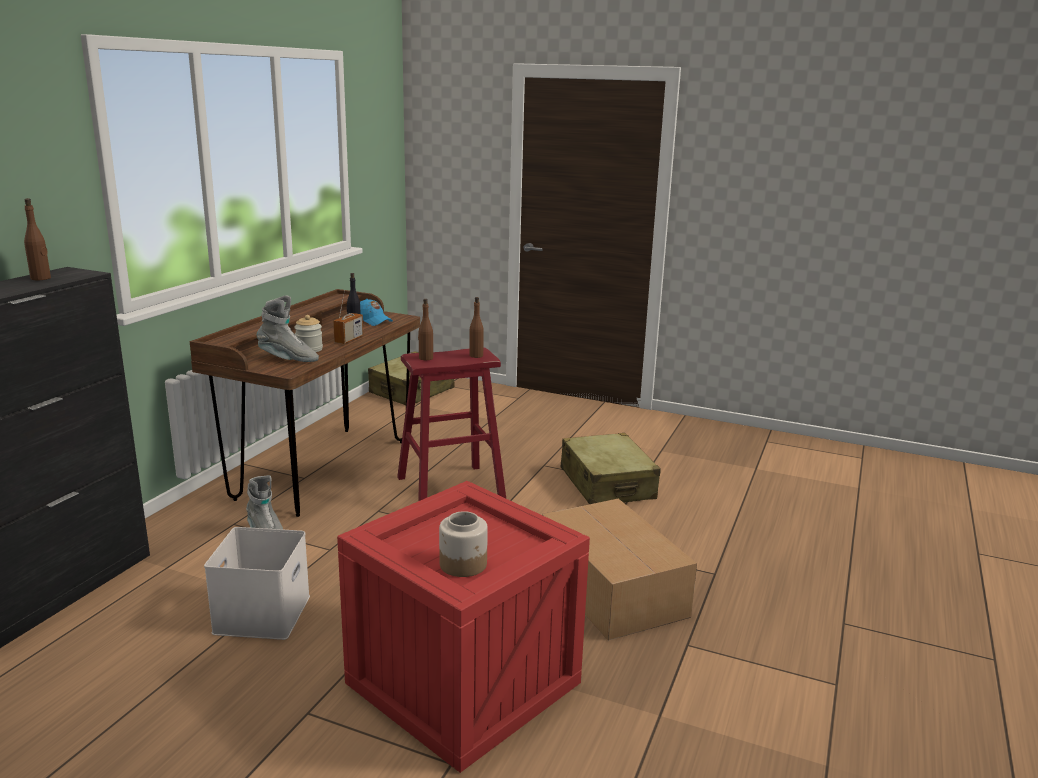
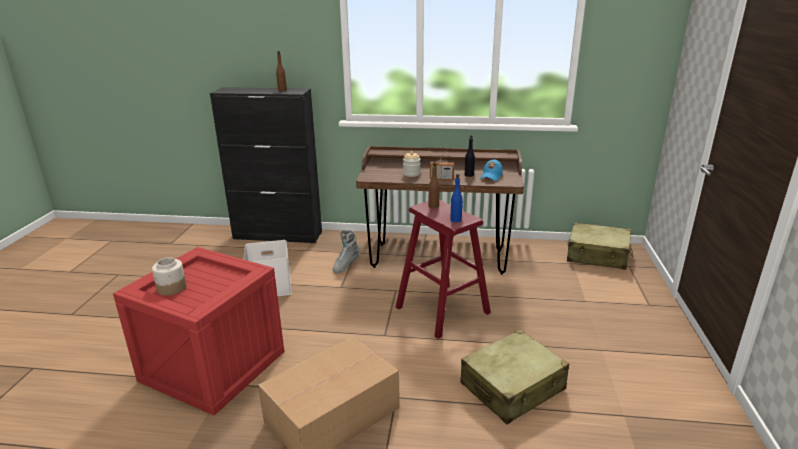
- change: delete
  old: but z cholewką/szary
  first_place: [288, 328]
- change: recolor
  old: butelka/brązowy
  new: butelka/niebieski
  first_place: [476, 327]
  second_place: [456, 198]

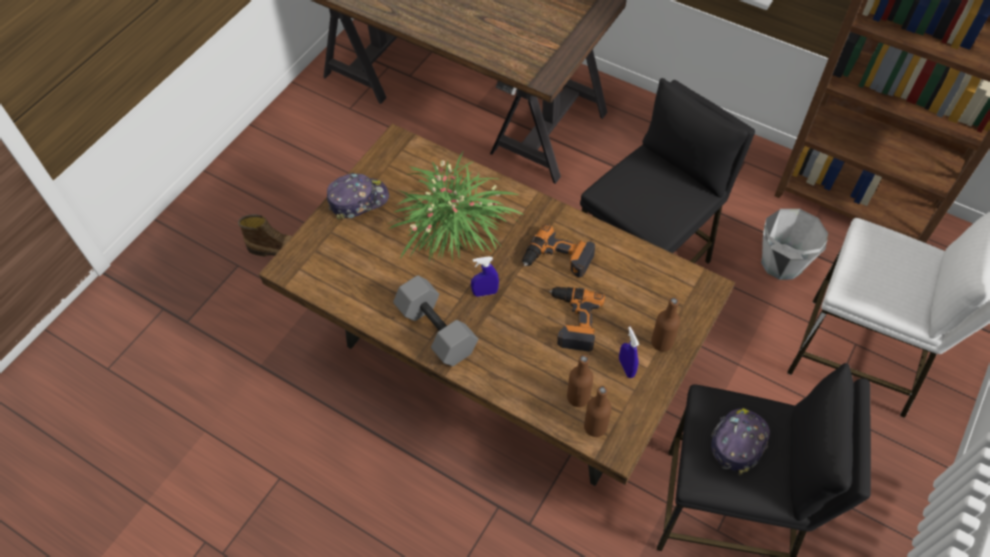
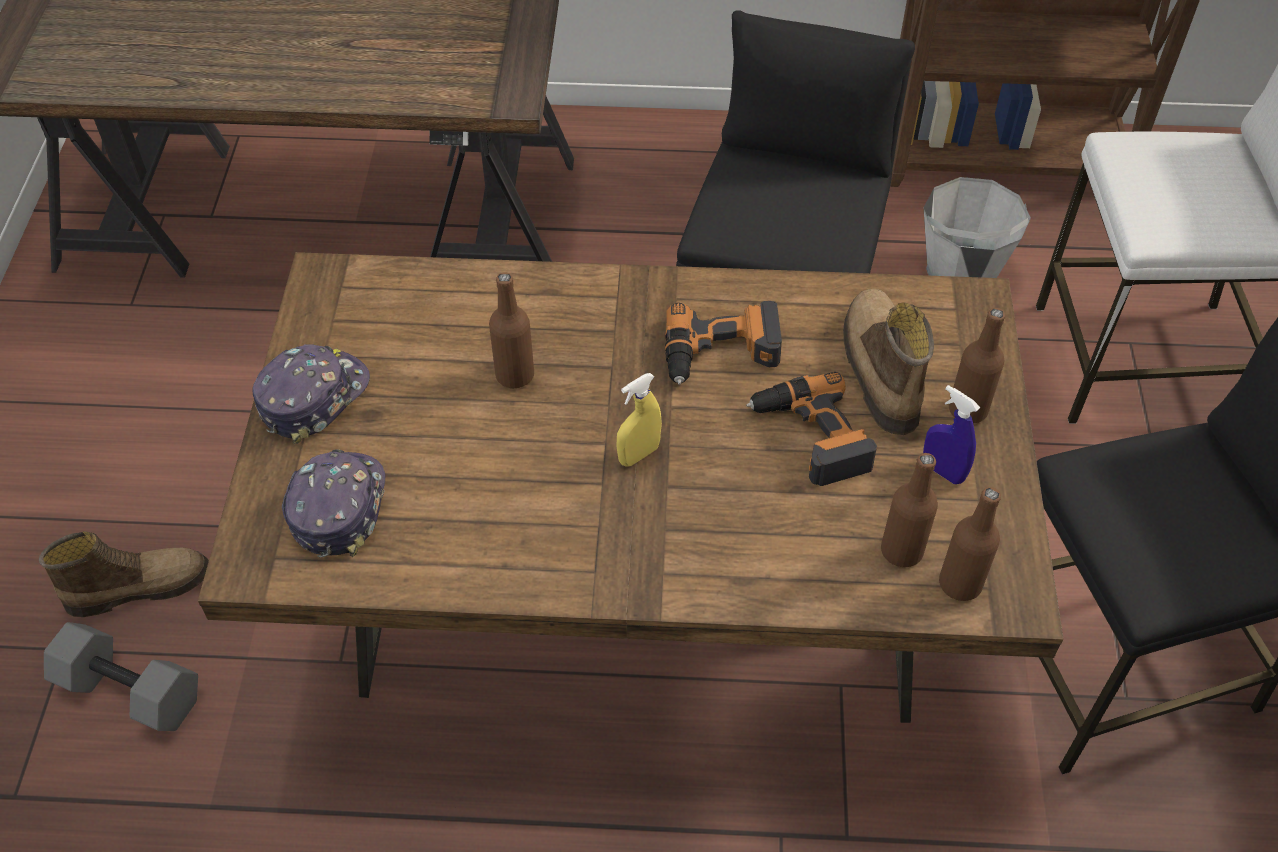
- change: insert
  new: but z cholewką
  second_place: [888, 362]
- change: move
  old: hantel/szary
  first_place: [435, 320]
  second_place: [121, 676]
- change: move
  old: czapka z daszkiem
  first_place: [740, 441]
  second_place: [333, 503]
- change: replace
  old: roślina doniczkowa
  new: butelka/brązowy
  first_place: [456, 208]
  second_place: [511, 330]
- change: recolor
  old: spryskiwacz/niebieski
  new: spryskiwacz/żółty
  first_place: [485, 276]
  second_place: [639, 420]

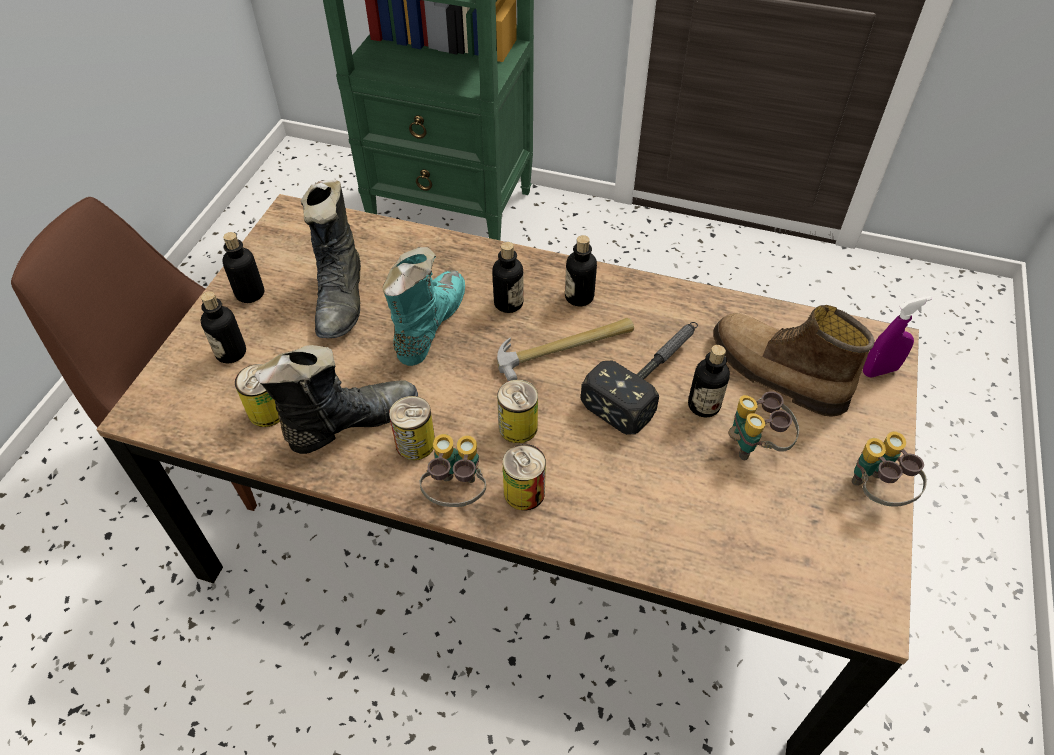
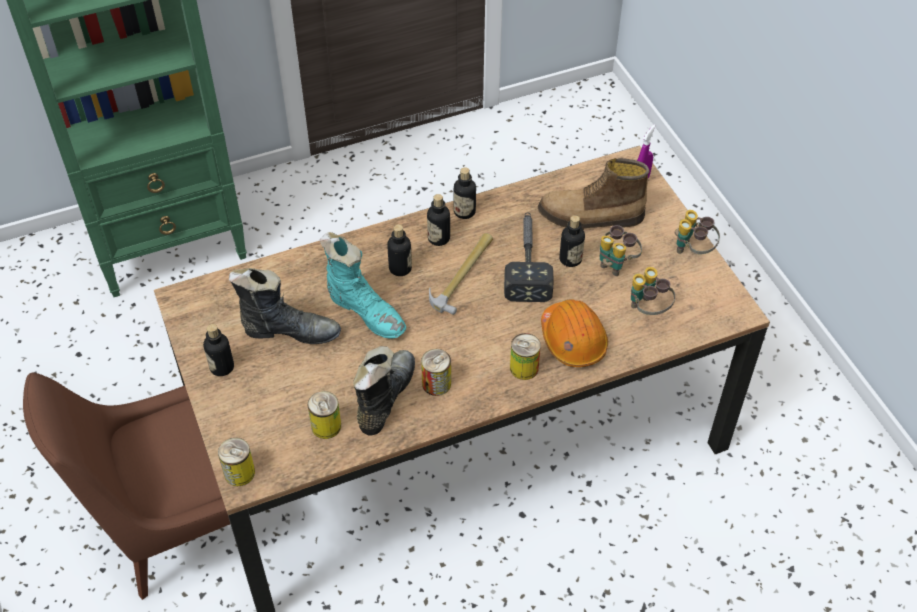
- change: insert
  new: kask/pomarańczowy
  second_place: [574, 333]
- change: move
  old: butelka
  first_place: [223, 327]
  second_place: [465, 193]
- change: move
  old: lornetka
  first_place: [453, 470]
  second_place: [653, 291]
- change: move
  old: puszka
  first_place: [517, 411]
  second_place: [236, 462]
- change: rotate
  old: but z cholewką/czarny
  first_place: [331, 259]
  second_place: [285, 306]
  degrees: -45
- change: rotate
  old: but z cholewką/turkusowy
  first_place: [424, 306]
  second_place: [363, 285]
  degrees: 150

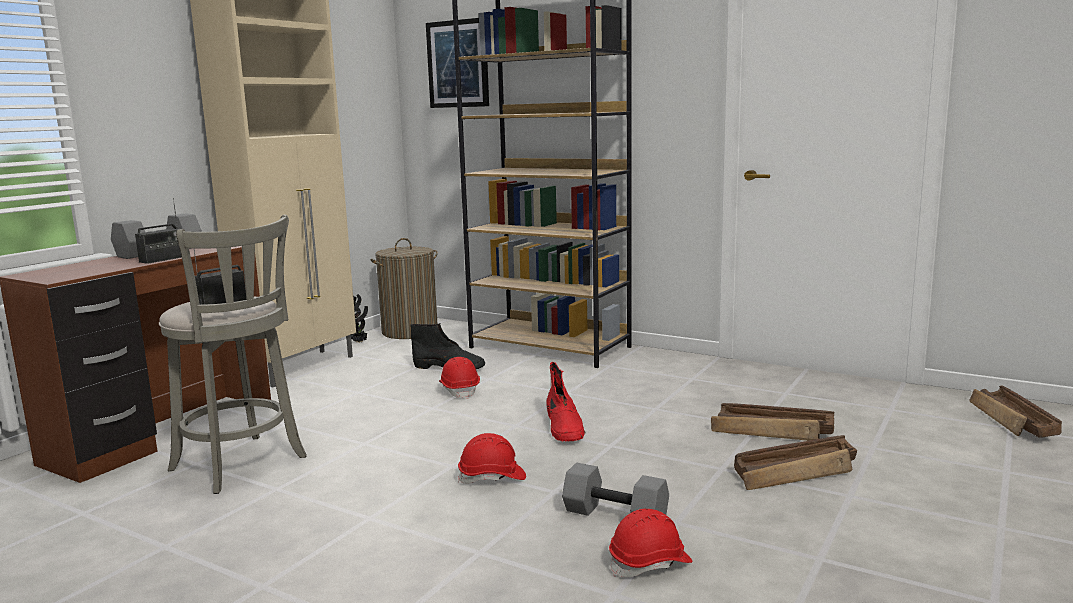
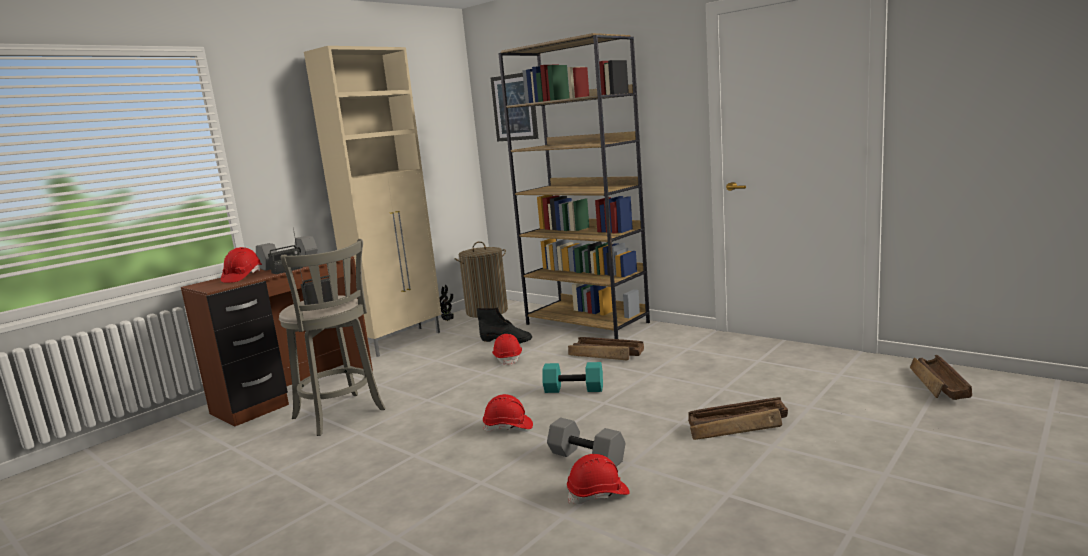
- change: insert
  new: kask/czerwony
  second_place: [241, 265]
- change: move
  old: skrzynka
  first_place: [772, 422]
  second_place: [606, 349]
- change: replace
  old: but z cholewką/czerwony
  new: hantel/turkusowy
  first_place: [565, 402]
  second_place: [573, 377]

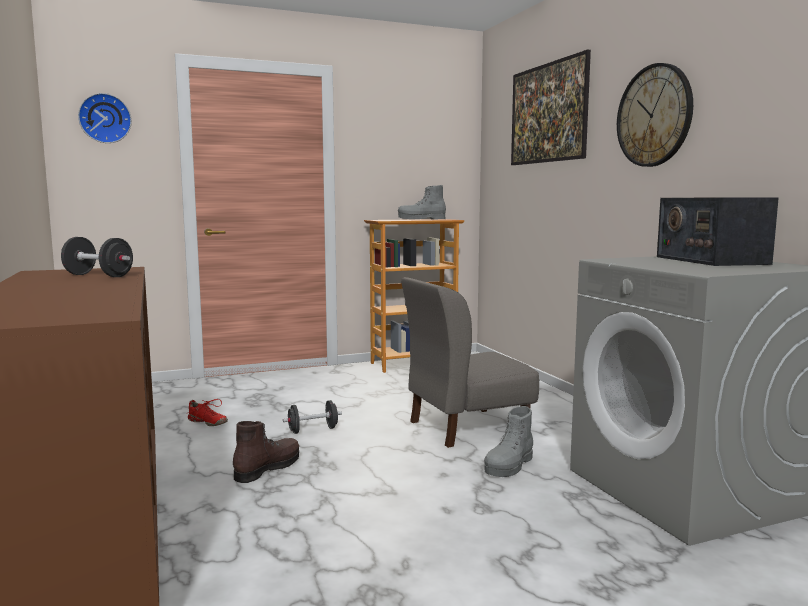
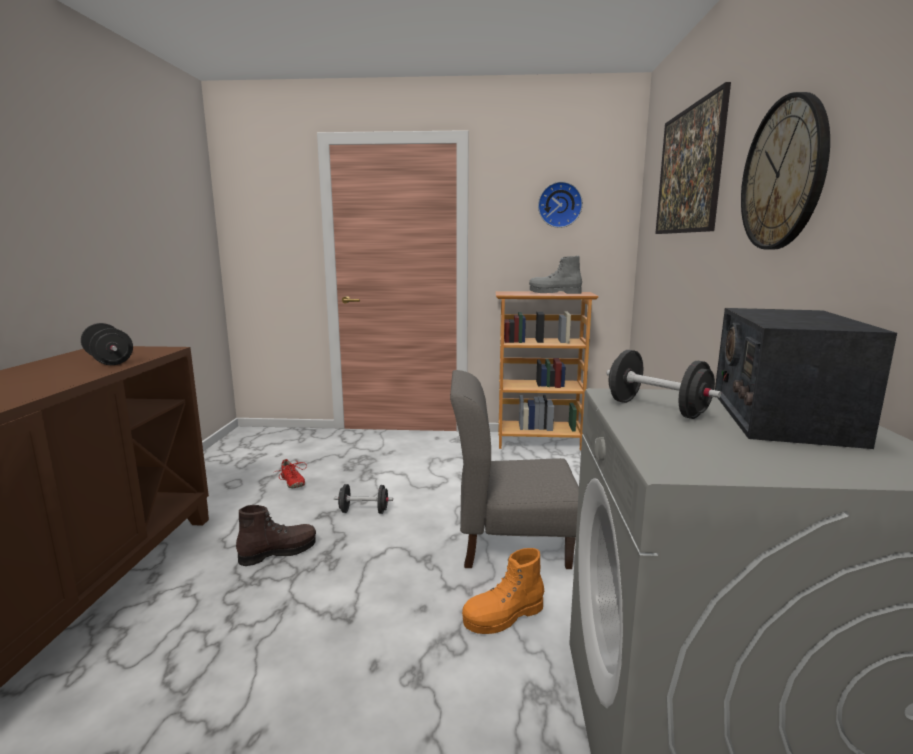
- change: insert
  new: hantel/czarny
  second_place: [663, 384]
- change: move
  old: zegar ścienny
  first_place: [105, 118]
  second_place: [560, 204]
- change: recolor
  old: but z cholewką/szary
  new: but z cholewką/pomarańczowy
  first_place: [508, 441]
  second_place: [503, 591]

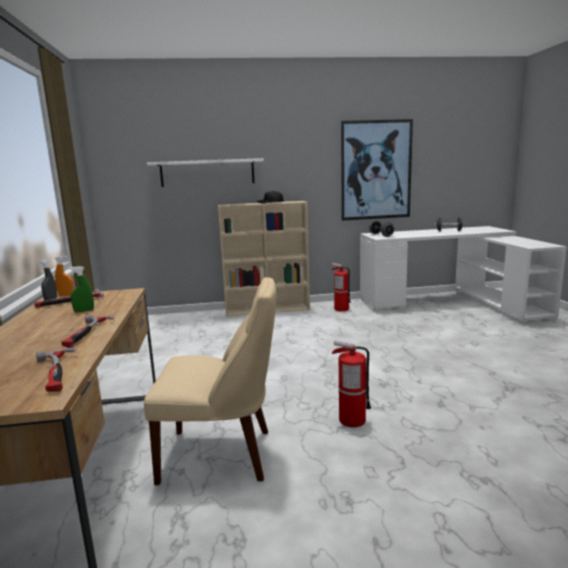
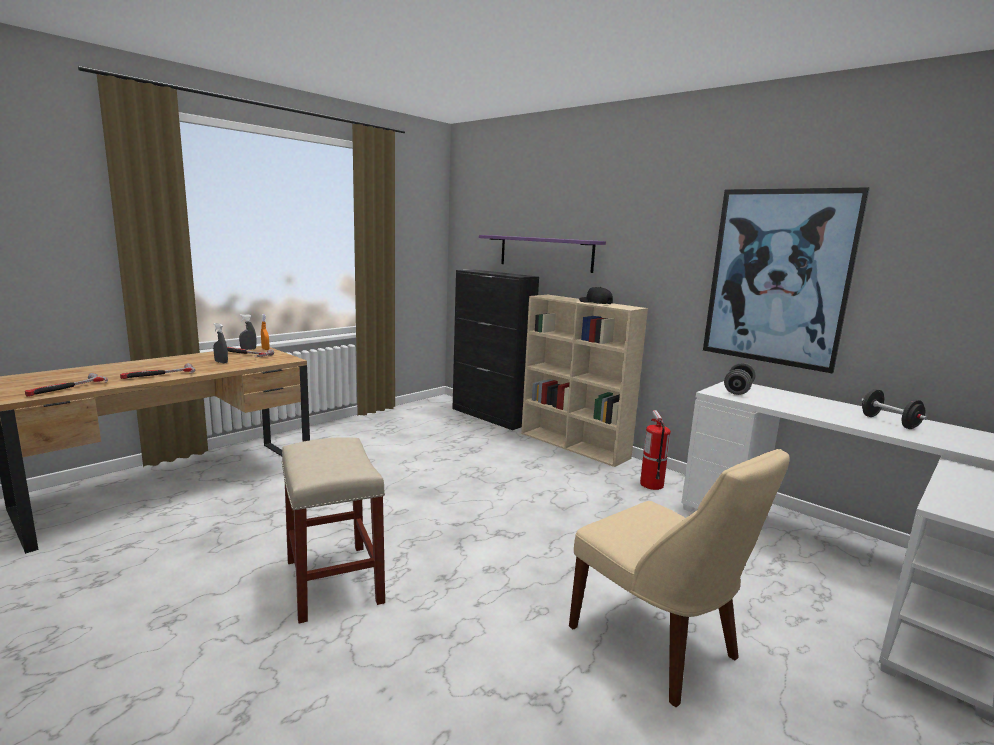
- change: insert
  new: szafka/czarny
  second_place: [495, 350]
- change: move
  old: krzesło/beżowy
  first_place: [210, 381]
  second_place: [679, 578]
- change: replace
  old: gaśnica
  new: stołek/beżowy
  first_place: [351, 383]
  second_place: [333, 530]
- change: recolor
  old: spryskiwacz/zielony
  new: spryskiwacz/szary
  first_place: [81, 289]
  second_place: [220, 343]
- change: recolor
  old: półka/biały
  new: półka/fioletowy
  first_place: [205, 172]
  second_place: [542, 254]

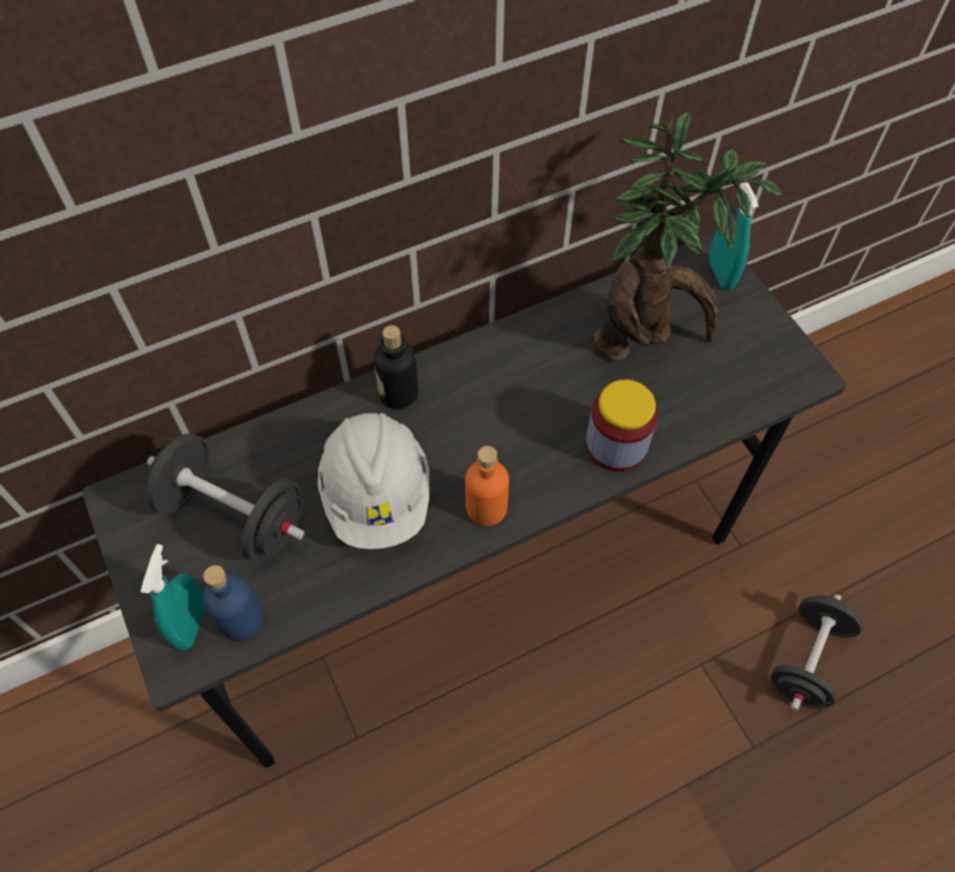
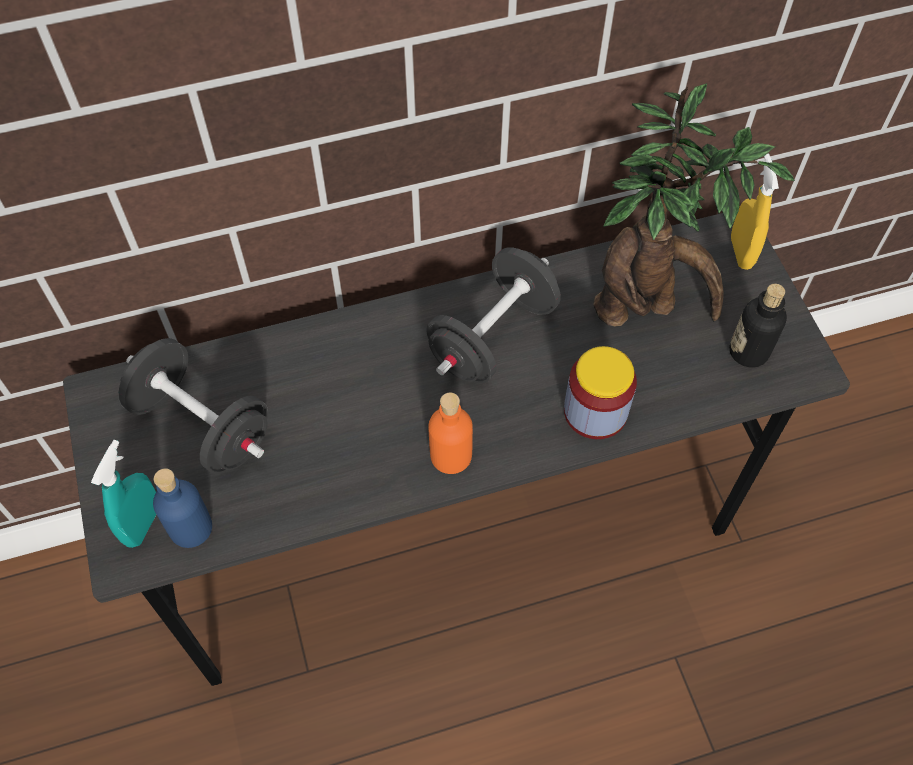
- change: delete
  old: kask/biały
  first_place: [373, 481]
- change: move
  old: butelka
  first_place: [396, 367]
  second_place: [758, 326]
- change: move
  old: hantel/czarny
  first_place: [817, 652]
  second_place: [493, 315]
- change: recolor
  old: spryskiwacz/turkusowy
  new: spryskiwacz/żółty
  first_place: [734, 236]
  second_place: [755, 212]

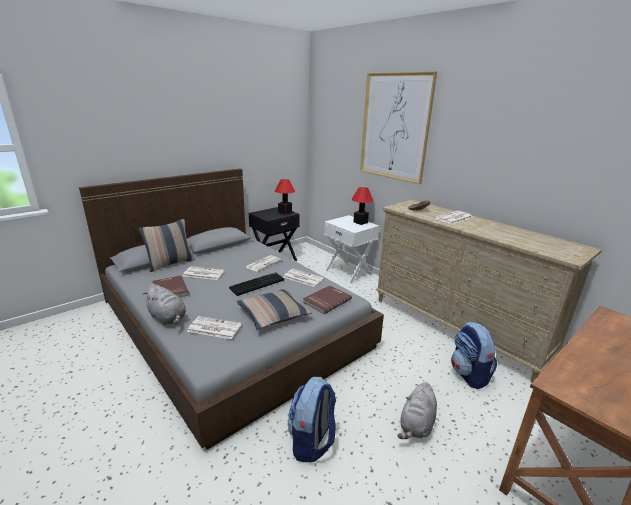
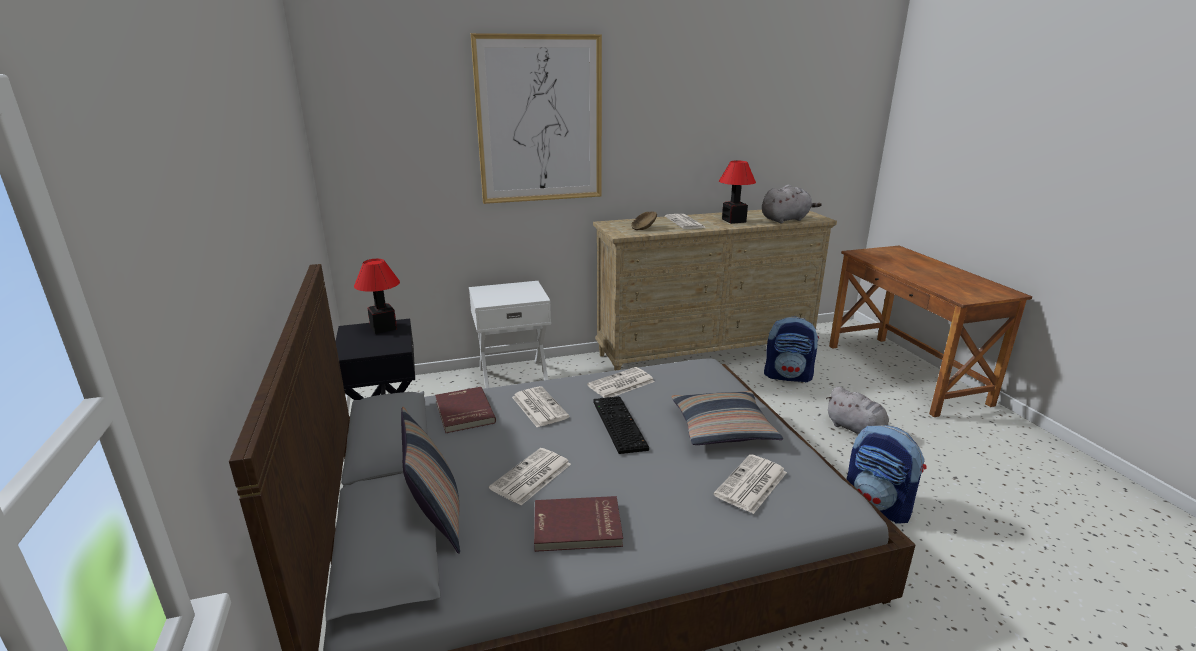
- change: move
  old: pluszak/szary
  first_place: [164, 304]
  second_place: [792, 203]
- change: move
  old: książka/czerwony
  first_place: [327, 300]
  second_place: [465, 410]
- change: move
  old: lampa stołowa
  first_place: [362, 206]
  second_place: [737, 192]

